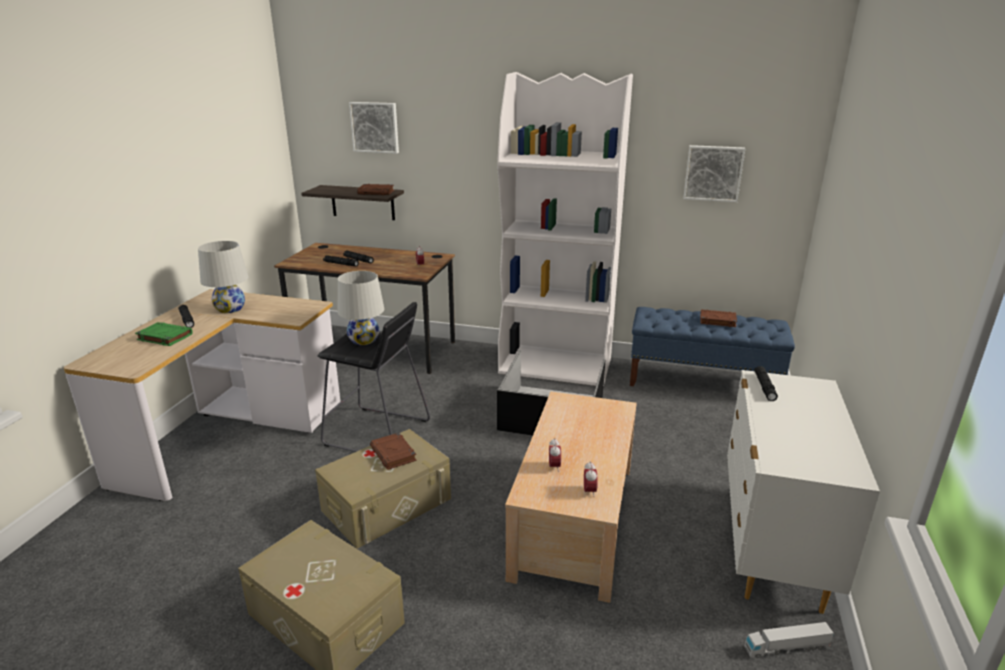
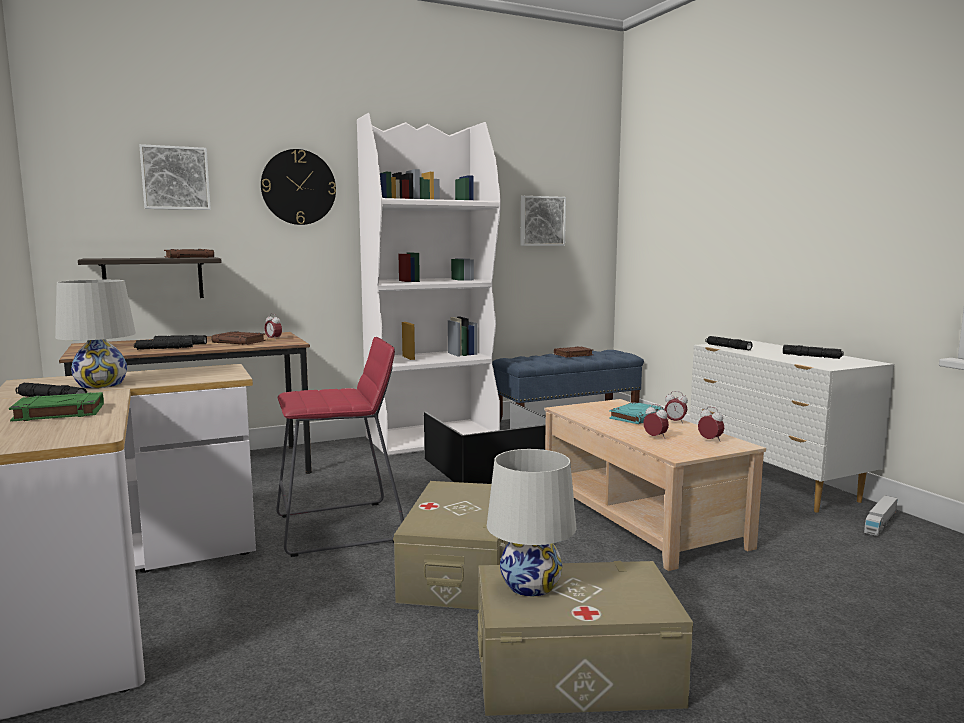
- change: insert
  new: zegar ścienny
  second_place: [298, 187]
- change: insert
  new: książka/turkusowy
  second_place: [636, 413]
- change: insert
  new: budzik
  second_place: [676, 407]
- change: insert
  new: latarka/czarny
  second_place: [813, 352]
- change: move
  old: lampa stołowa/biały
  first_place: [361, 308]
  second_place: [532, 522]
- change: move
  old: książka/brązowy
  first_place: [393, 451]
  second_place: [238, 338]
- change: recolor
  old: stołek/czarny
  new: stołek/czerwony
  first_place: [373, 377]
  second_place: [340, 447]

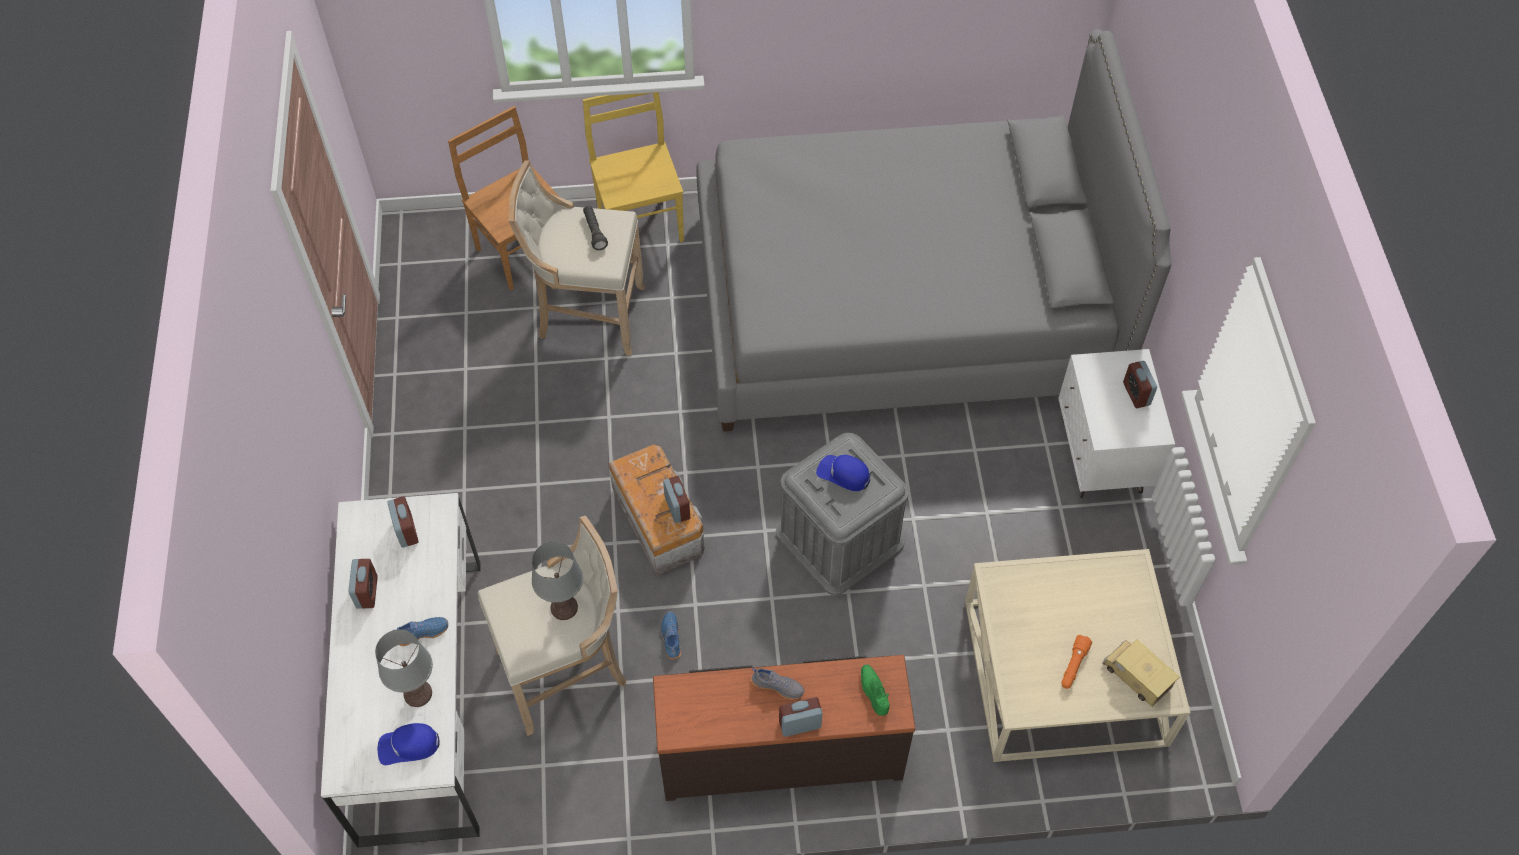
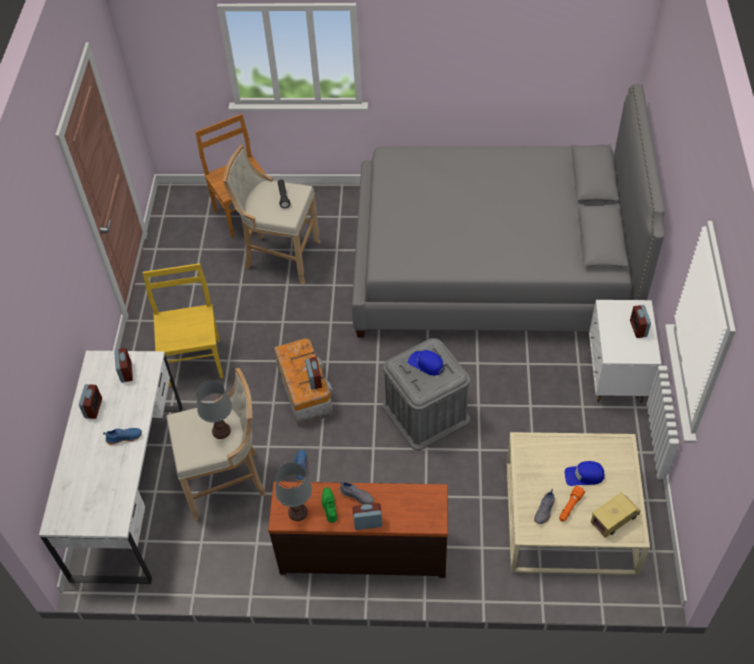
- change: insert
  new: but/szary
  second_place: [544, 506]
- change: move
  old: lampa stołowa/szary
  first_place: [404, 668]
  second_place: [293, 492]
- change: move
  old: czapka z daszkiem/niebieski
  first_place: [409, 744]
  second_place: [585, 473]
- change: move
  old: krzesło/żółty
  first_place: [633, 167]
  second_place: [183, 324]
- change: move
  old: but/zielony
  first_place: [875, 690]
  second_place: [329, 505]
- change: rotate
  old: ciężarówka zabawkowa
  first_place: [1140, 673]
  second_place: [616, 515]
  degrees: 90

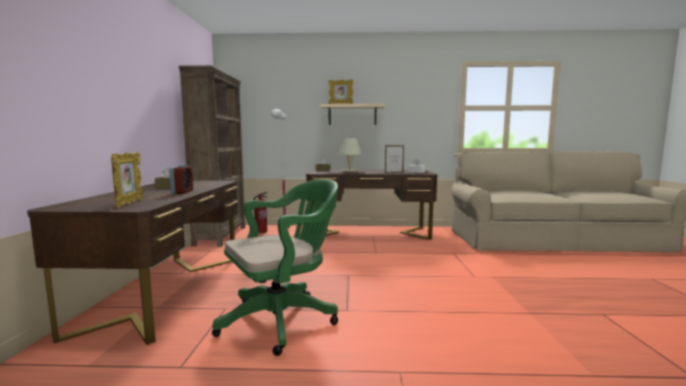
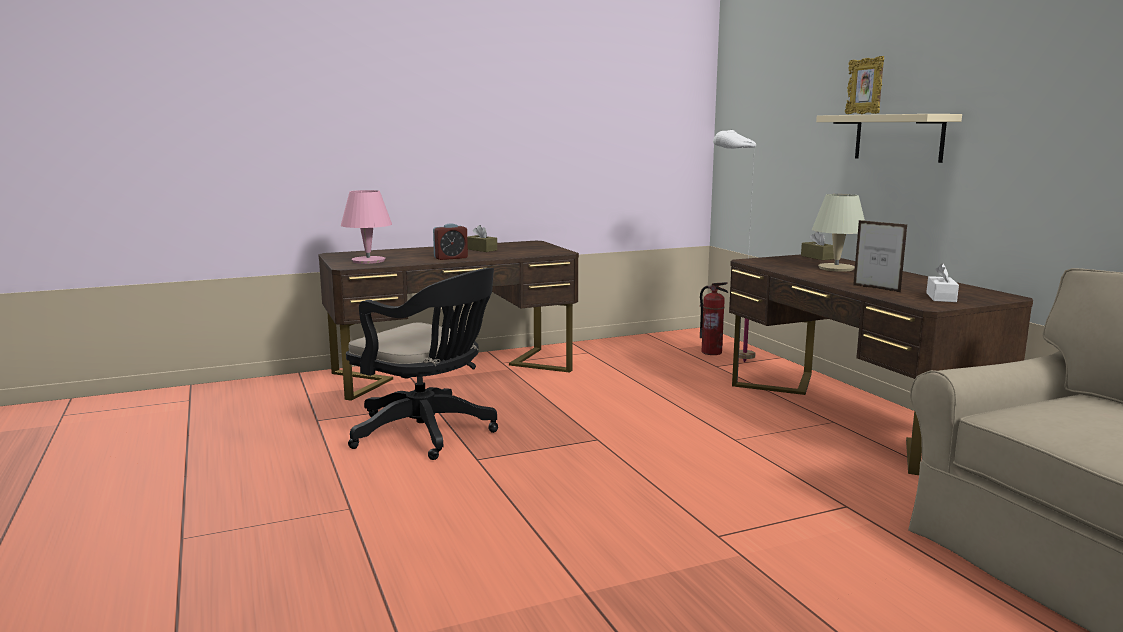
- change: delete
  old: regał/brązowy
  first_place: [211, 156]
- change: replace
  old: ramka na zdjęcie
  new: lampa stołowa/różowy
  first_place: [127, 179]
  second_place: [366, 227]
- change: recolor
  old: krzesło biurowe/zielony
  new: krzesło biurowe/czarny
  first_place: [275, 267]
  second_place: [422, 364]

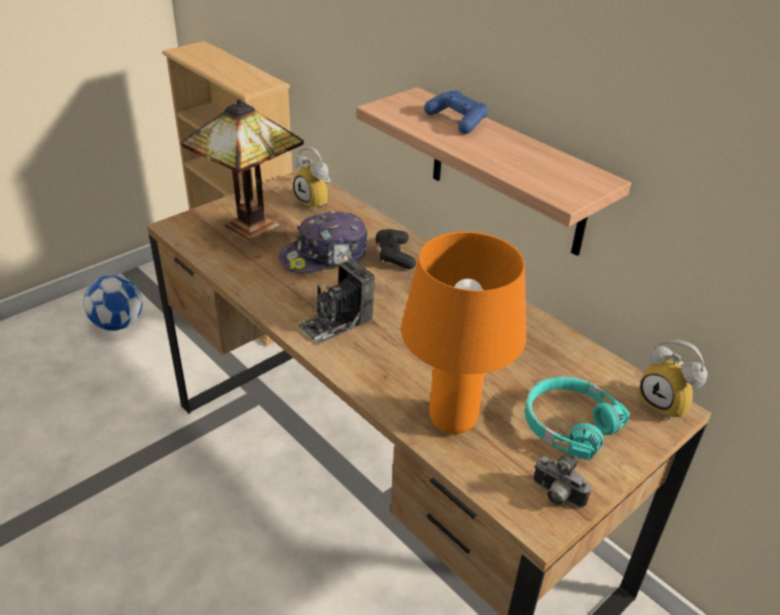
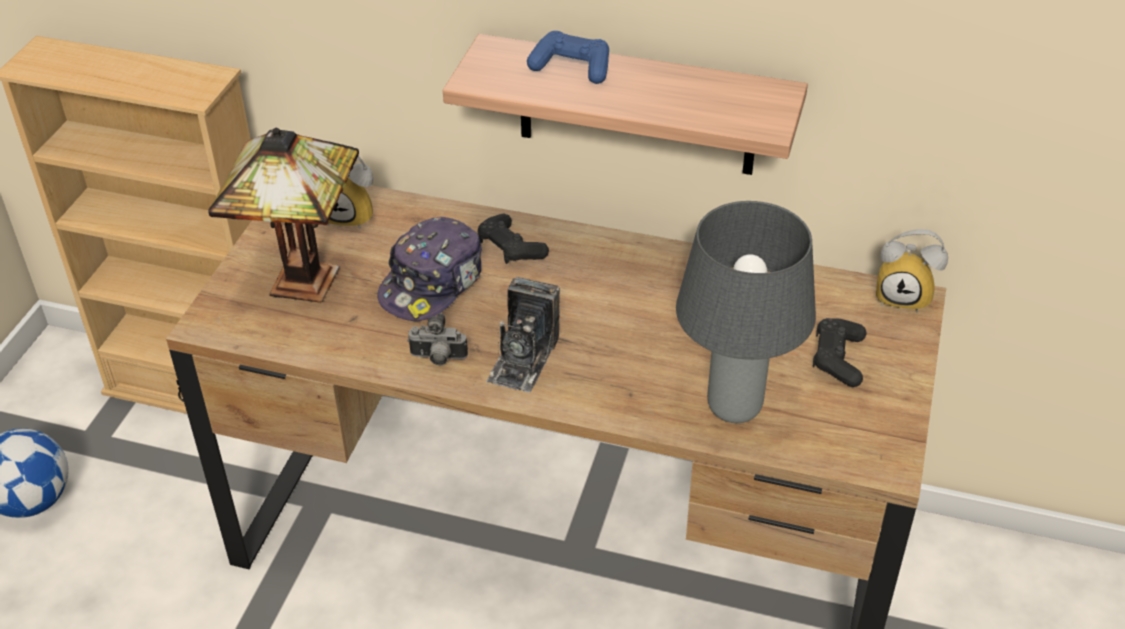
- change: move
  old: aparat fotograficzny
  first_place: [562, 481]
  second_place: [437, 339]
- change: replace
  old: słuchawki/turkusowy
  new: pad do gier/czarny
  first_place: [577, 418]
  second_place: [840, 352]
- change: recolor
  old: lampa stołowa/pomarańczowy
  new: lampa stołowa/szary
  first_place: [463, 332]
  second_place: [746, 312]

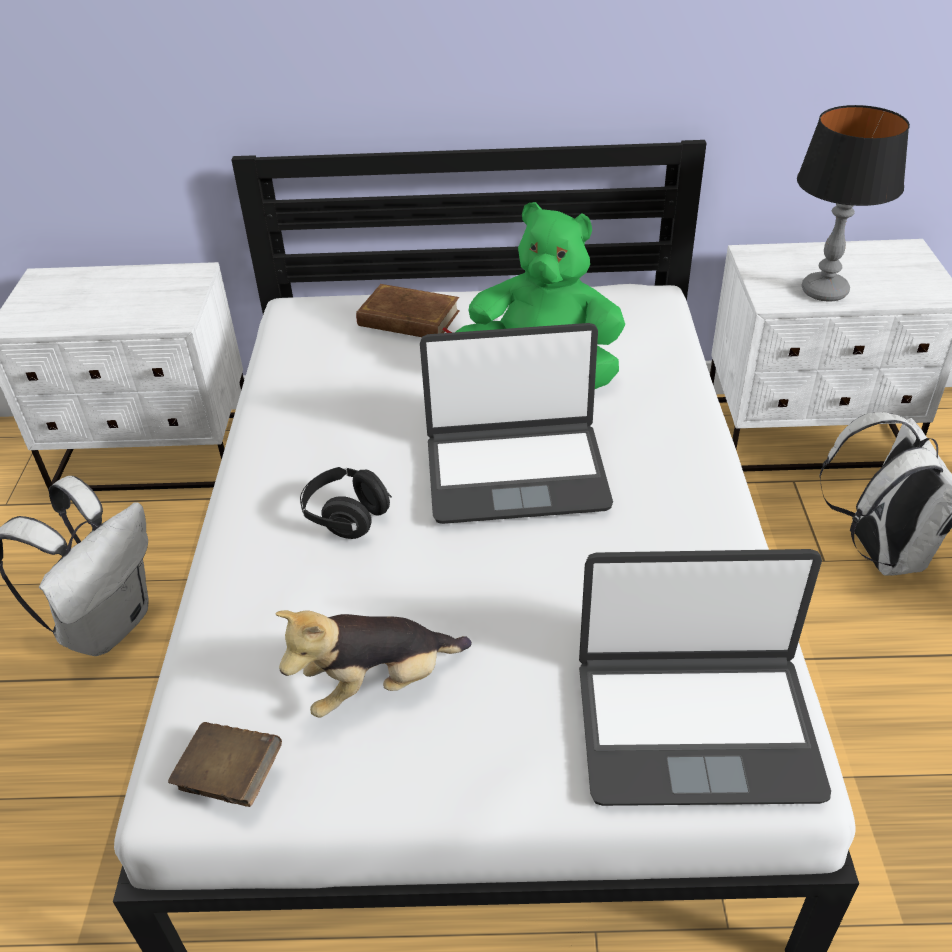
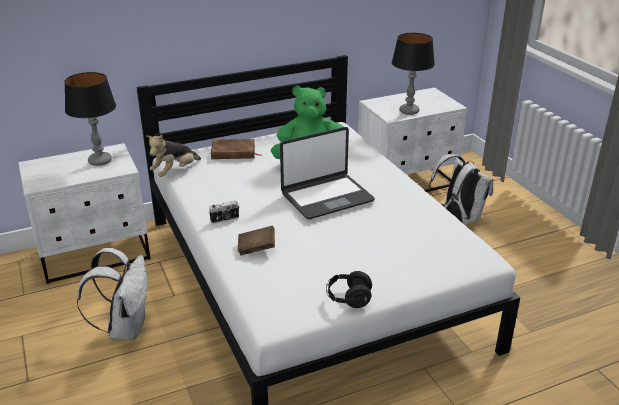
- change: delete
  old: laptop
  first_place: [705, 677]
- change: insert
  new: lampa stołowa
  second_place: [90, 119]
- change: insert
  new: aparat fotograficzny
  second_place: [224, 212]
- change: move
  old: książka/brązowy
  first_place: [225, 764]
  second_place: [256, 240]
- change: move
  old: pluszak
  first_place: [374, 664]
  second_place: [173, 156]
- change: move
  old: słuchawki/czarny
  first_place: [346, 503]
  second_place: [349, 289]

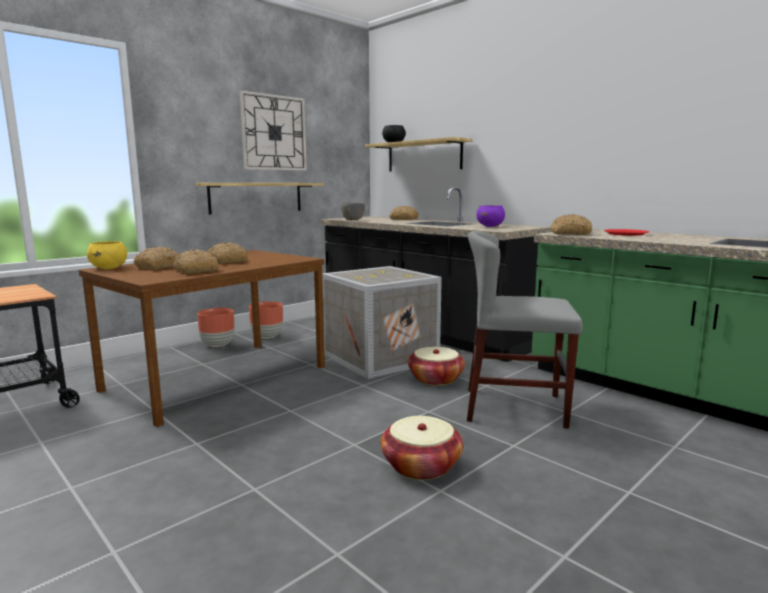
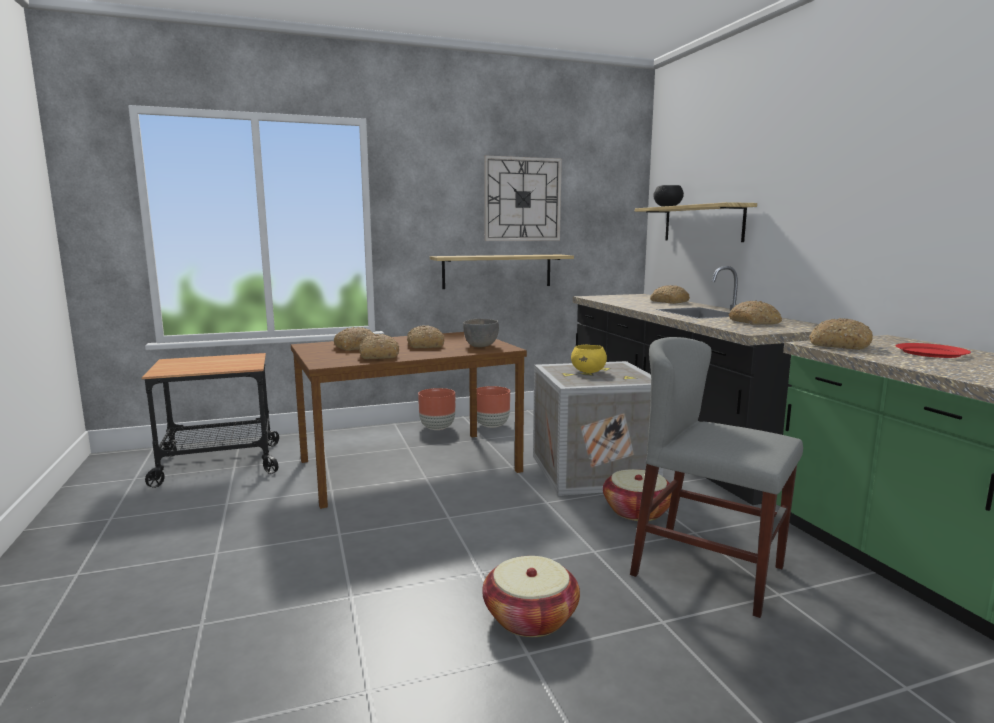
- change: move
  old: miska/żółty
  first_place: [107, 255]
  second_place: [589, 359]
- change: move
  old: miska/szary
  first_place: [353, 211]
  second_place: [481, 333]
- change: replace
  old: miska/fioletowy
  new: chleb
  first_place: [490, 216]
  second_place: [755, 313]

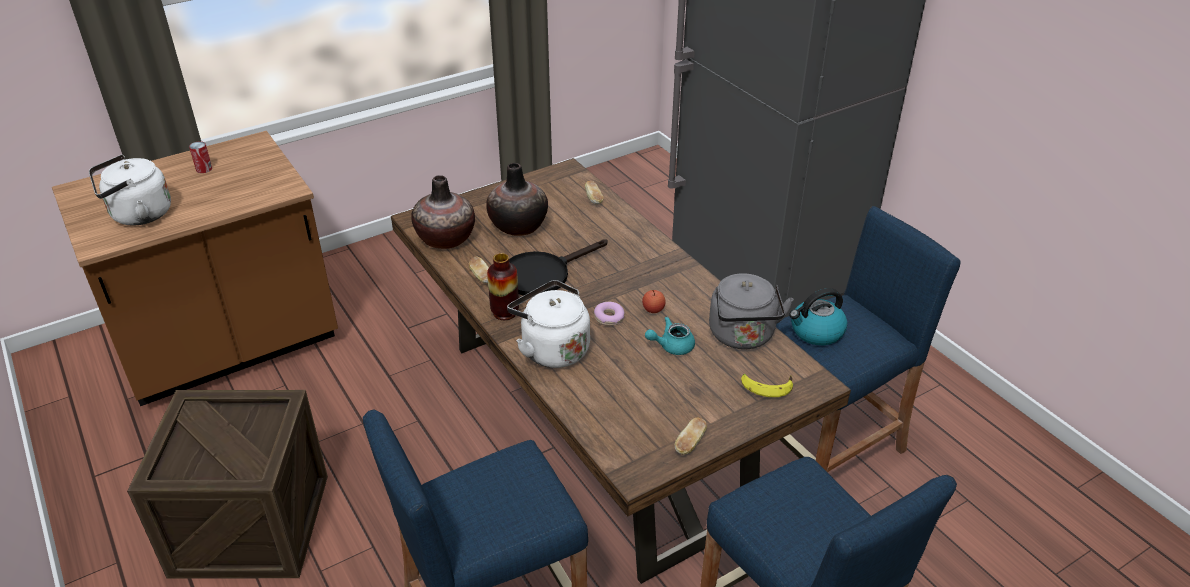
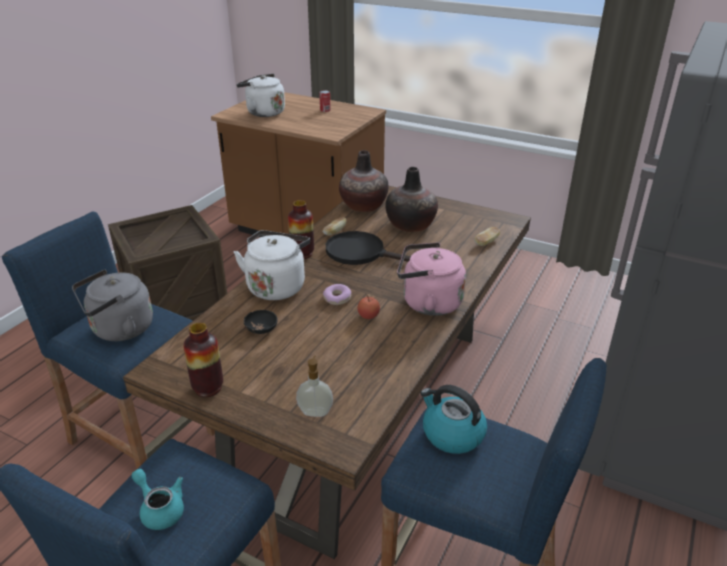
- change: insert
  new: miska/czarny
  second_place: [260, 322]
- change: insert
  new: czajnik/różowy
  second_place: [431, 279]
- change: move
  old: imbryk/turkusowy
  first_place: [670, 336]
  second_place: [157, 499]
- change: move
  old: czajnik/szary
  first_place: [751, 311]
  second_place: [112, 305]
- change: replace
  old: chleb
  new: wazon
  first_place: [691, 435]
  second_place: [203, 360]
- change: replace
  old: banan
  new: dozownik mydła
  first_place: [767, 385]
  second_place: [314, 386]

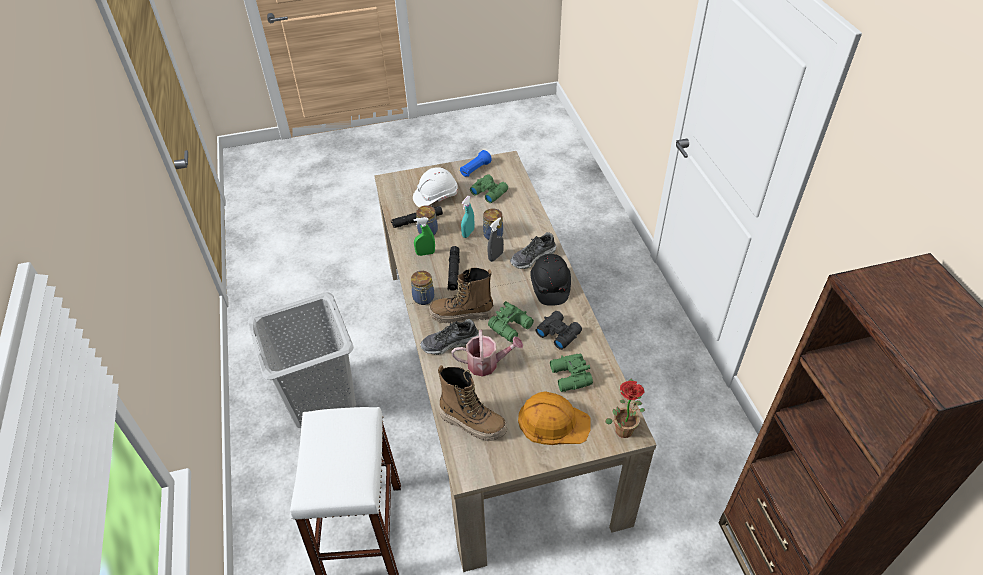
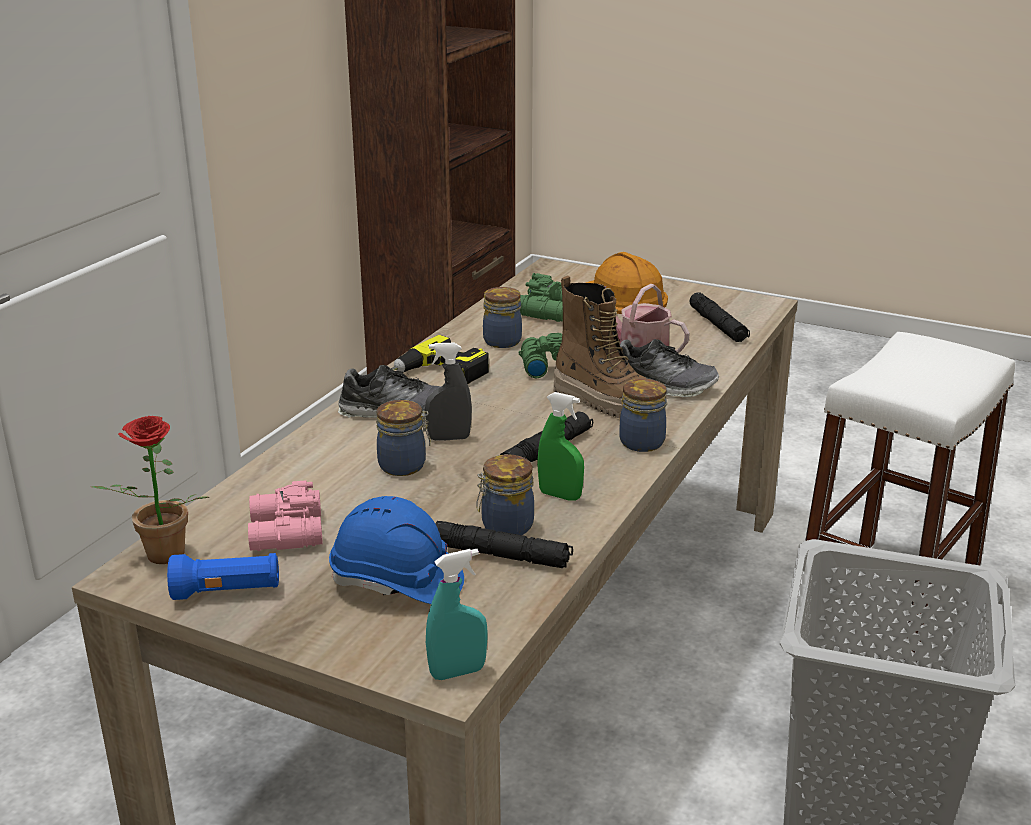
- change: move
  old: spryskiwacz/turkusowy
  first_place: [468, 217]
  second_place: [457, 614]
- change: move
  old: roślina doniczkowa
  first_place: [625, 408]
  second_place: [150, 490]
- change: replace
  old: but z cholewką
  new: latarka/czarny
  first_place: [472, 403]
  second_place: [719, 317]
- change: replace
  old: kask/czarny
  new: wiertarka
  first_place: [550, 280]
  second_place: [440, 359]
- change: replace
  old: lornetka/czarny
  new: słoik
  first_place: [559, 330]
  second_place: [502, 317]
- change: recolor
  old: kask/biały
  new: kask/niebieski
  first_place: [435, 187]
  second_place: [396, 550]
- change: recolor
  old: lornetka/zielony
  new: lornetka/różowy
  first_place: [489, 188]
  second_place: [285, 516]

